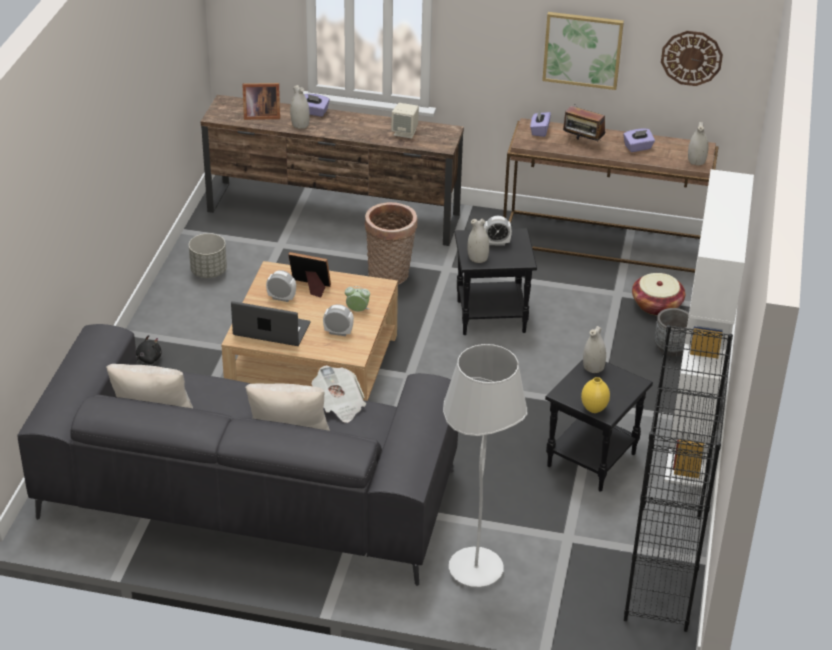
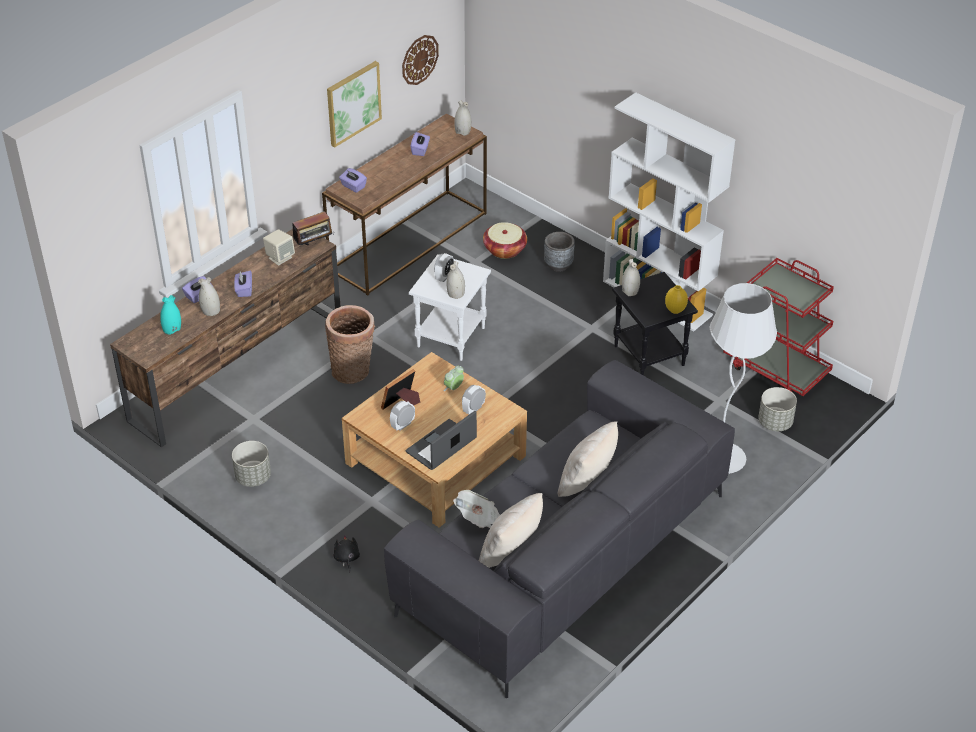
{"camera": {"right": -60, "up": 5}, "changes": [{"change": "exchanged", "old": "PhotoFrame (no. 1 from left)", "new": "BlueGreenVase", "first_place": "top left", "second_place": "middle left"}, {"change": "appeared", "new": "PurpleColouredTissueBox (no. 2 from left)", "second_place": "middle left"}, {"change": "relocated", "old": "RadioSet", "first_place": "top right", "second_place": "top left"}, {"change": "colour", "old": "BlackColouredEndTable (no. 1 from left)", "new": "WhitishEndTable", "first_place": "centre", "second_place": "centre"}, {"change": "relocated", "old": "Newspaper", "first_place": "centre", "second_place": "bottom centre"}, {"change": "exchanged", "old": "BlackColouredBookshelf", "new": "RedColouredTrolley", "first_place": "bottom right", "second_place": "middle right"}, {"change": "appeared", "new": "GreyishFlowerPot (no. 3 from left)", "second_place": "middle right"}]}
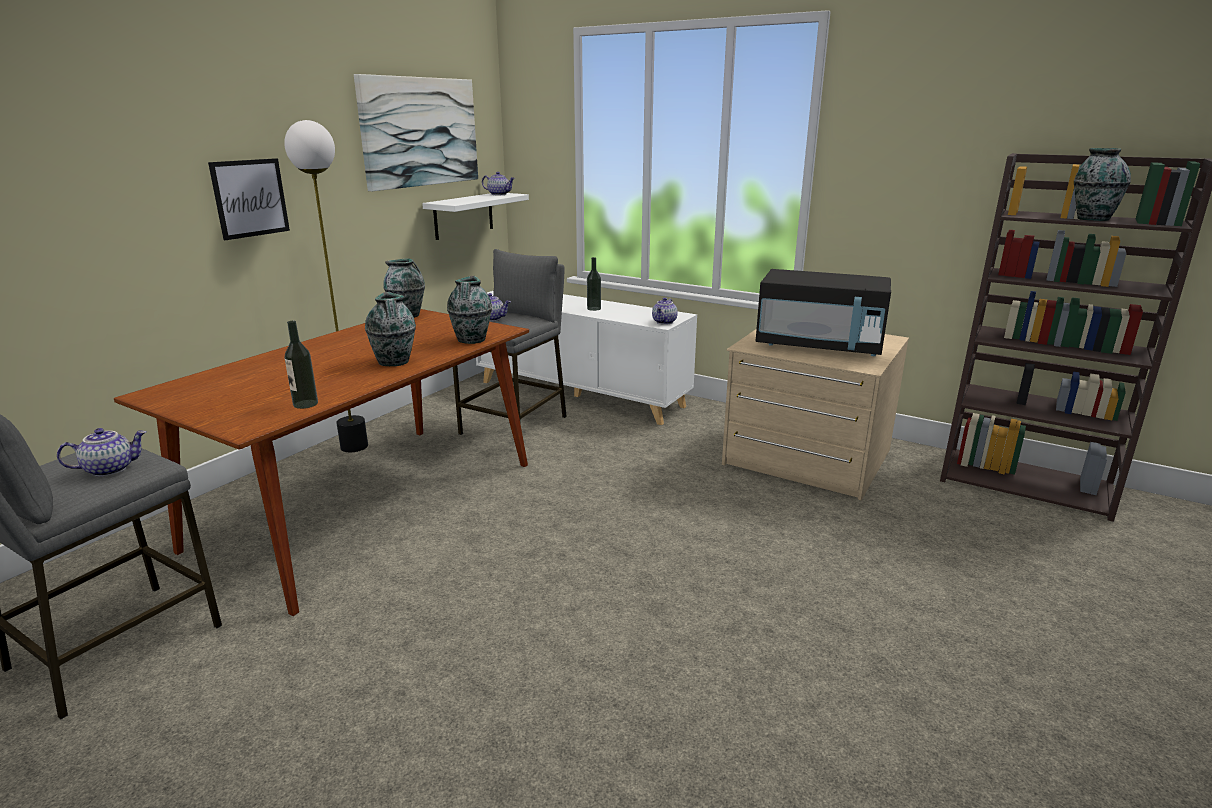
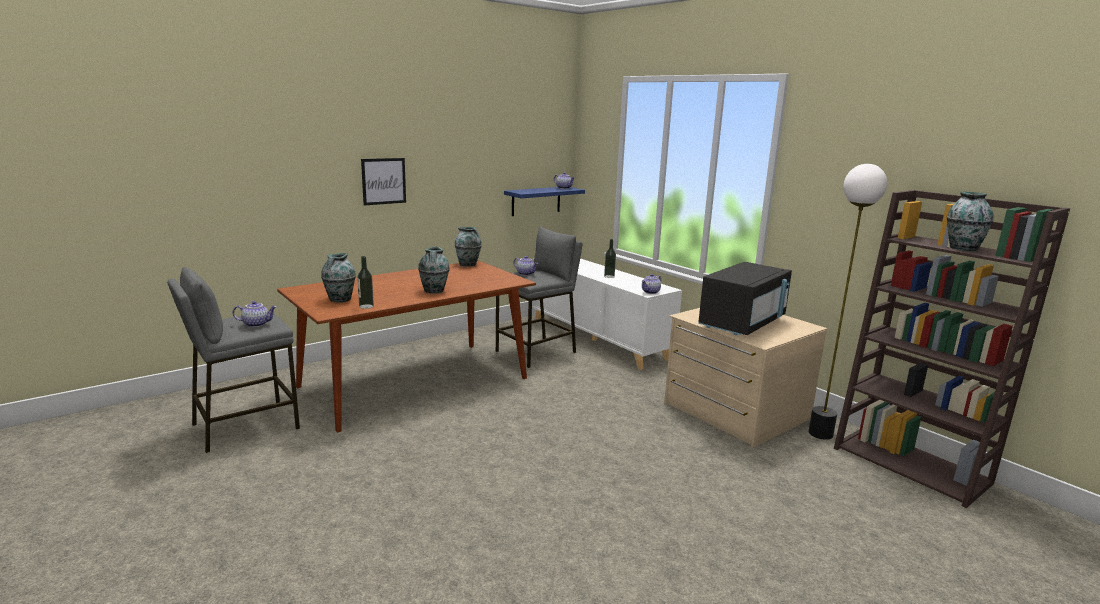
{"camera": {"right": 20, "up": -5}, "changes": [{"change": "relocated", "old": "Vase (no. 3 from left in the first image)", "new": "Vase (no. 1 from left)", "first_place": "centre", "second_place": "middle left"}, {"change": "colour", "old": "WhitishShelf", "new": "BlueShelf", "first_place": "top centre", "second_place": "top centre"}, {"change": "spun", "old": "BlackColouredKitchenMicrowave", "first_place": "middle right", "second_place": "middle right", "degrees": -90}, {"change": "relocated", "old": "FloorLamp", "first_place": "middle left", "second_place": "middle right"}, {"change": "missing", "old": "WallPicture (no. 2 from left)", "first_place": "top centre"}]}
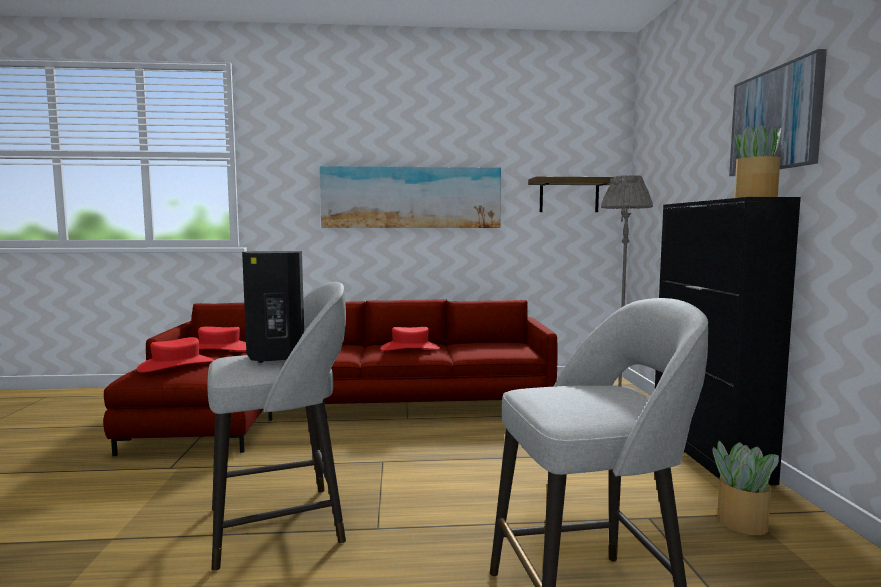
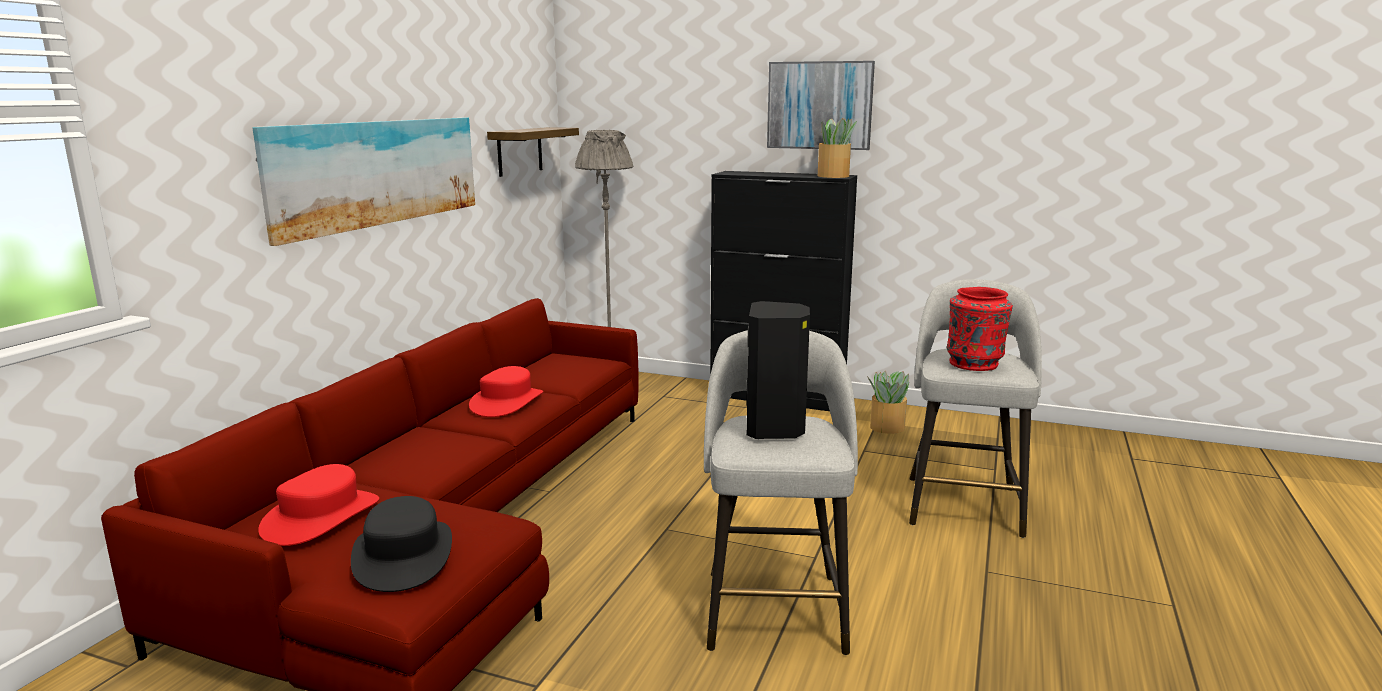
{"camera": {"right": -65, "up": 10}, "changes": [{"change": "colour", "old": "RedColouredClothingHat (no. 1 from left)", "new": "BlackColouredClothingHat", "first_place": "middle left", "second_place": "bottom left"}, {"change": "appeared", "new": "RedColouredVase", "second_place": "middle right"}]}
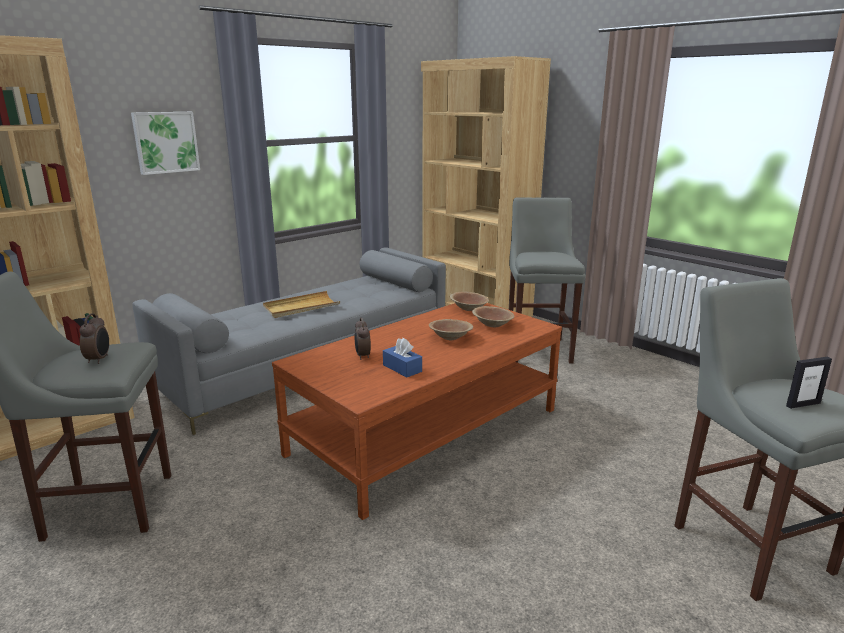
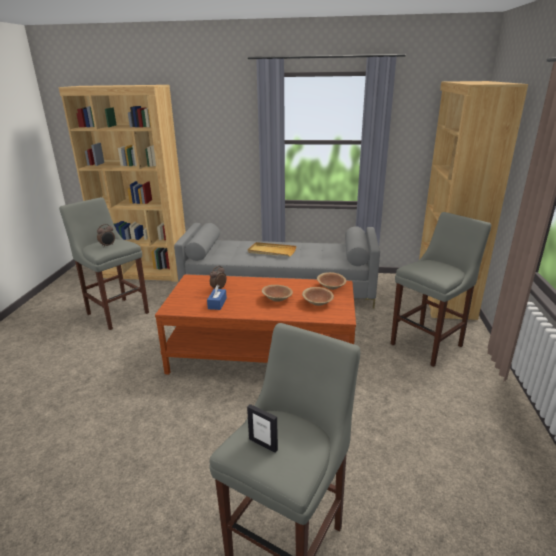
{"camera": {"right": 50, "up": 5}, "changes": [{"change": "missing", "old": "WallPicture", "first_place": "top left"}]}
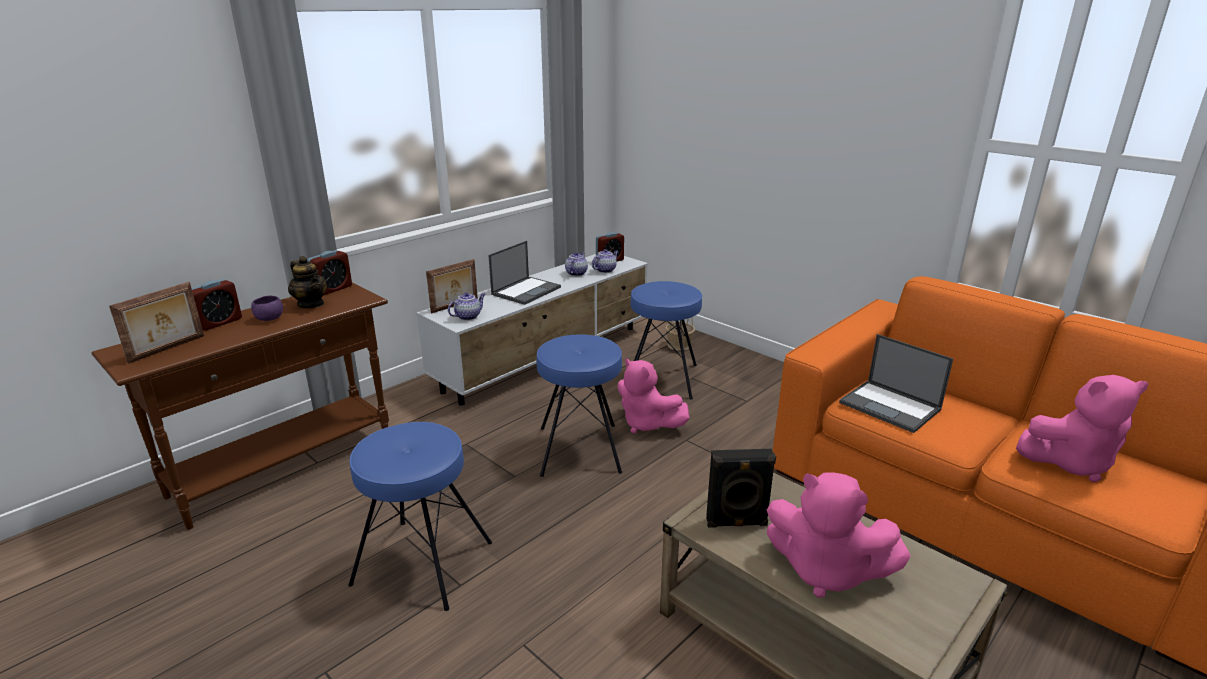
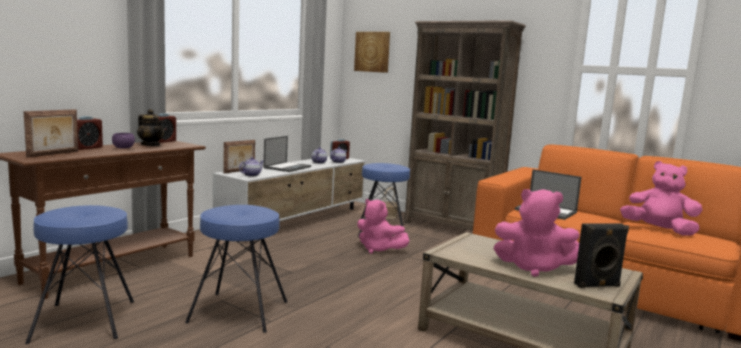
{"camera": {"right": -10, "up": -15}, "changes": [{"change": "relocated", "old": "BlueSittingStool (no. 2 from left in the first image)", "new": "BlueSittingStool (no. 1 from left)", "first_place": "centre", "second_place": "bottom left"}, {"change": "appeared", "new": "WallPicture", "second_place": "top centre"}, {"change": "appeared", "new": "BrownBookshelf", "second_place": "centre"}, {"change": "relocated", "old": "BlackColouredAudioSpeaker", "first_place": "bottom centre", "second_place": "bottom right"}, {"change": "spun", "old": "PinkColouredPlushToy (no. 3 from left)", "first_place": "middle right", "second_place": "middle right", "degrees": -135}]}
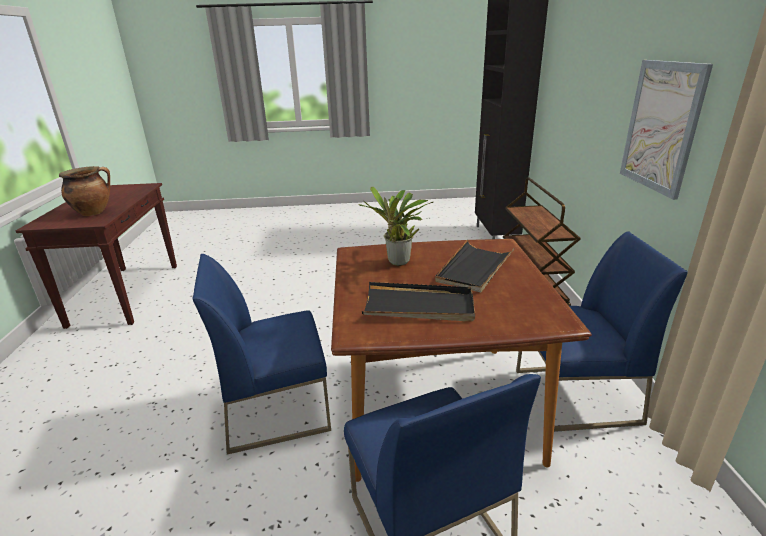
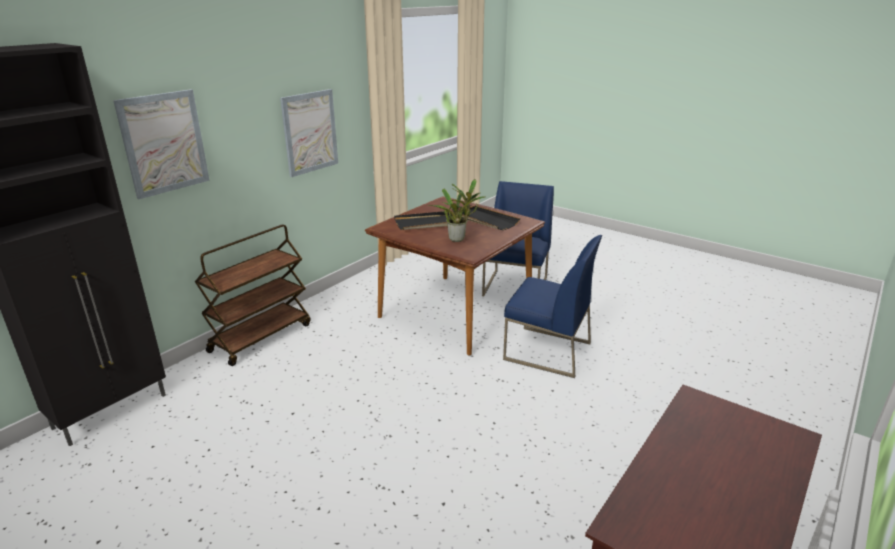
{"camera": {"right": -140, "up": 0}, "changes": [{"change": "appeared", "new": "WallPicture (no. 1 from left)", "second_place": "top left"}, {"change": "missing", "old": "Saucepot", "first_place": "middle left"}, {"change": "missing", "old": "BluePlainChair (no. 3 from left)", "first_place": "middle right"}]}
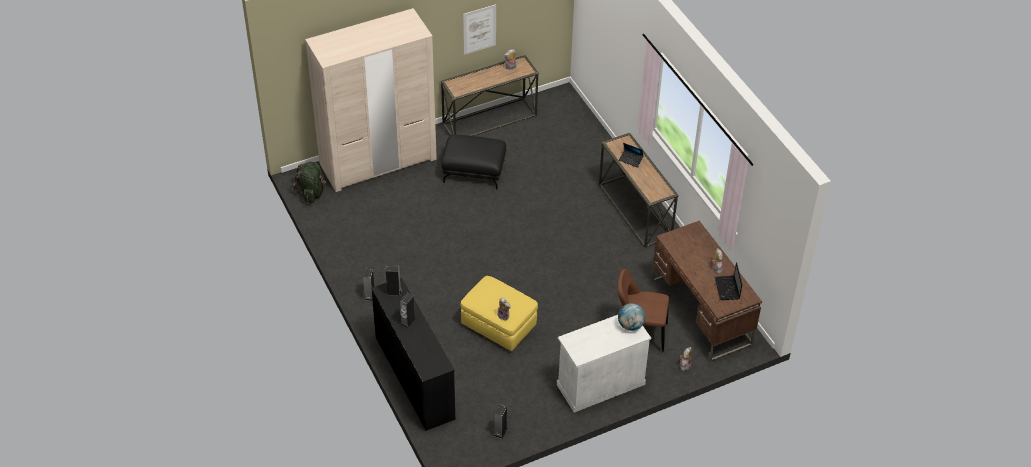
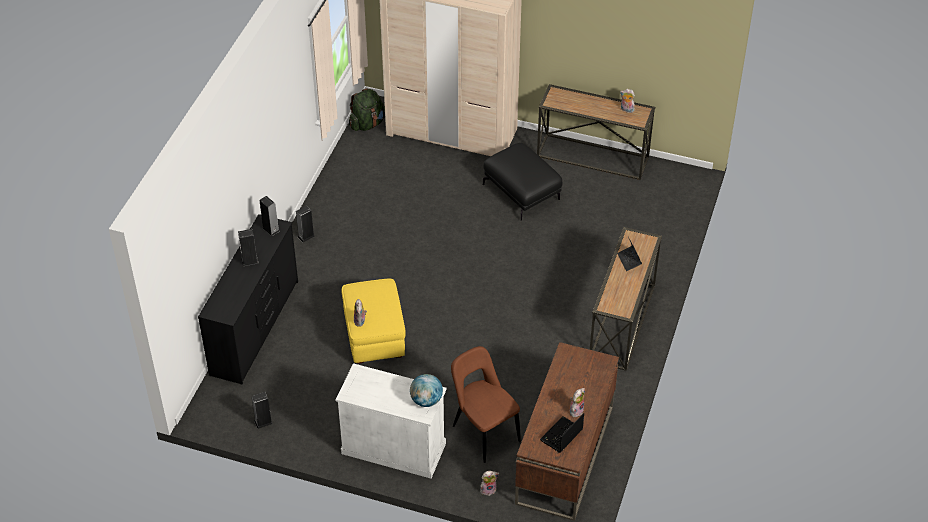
{"camera": {"right": 45, "up": 0}, "changes": [{"change": "missing", "old": "WallPicture", "first_place": "top centre"}]}
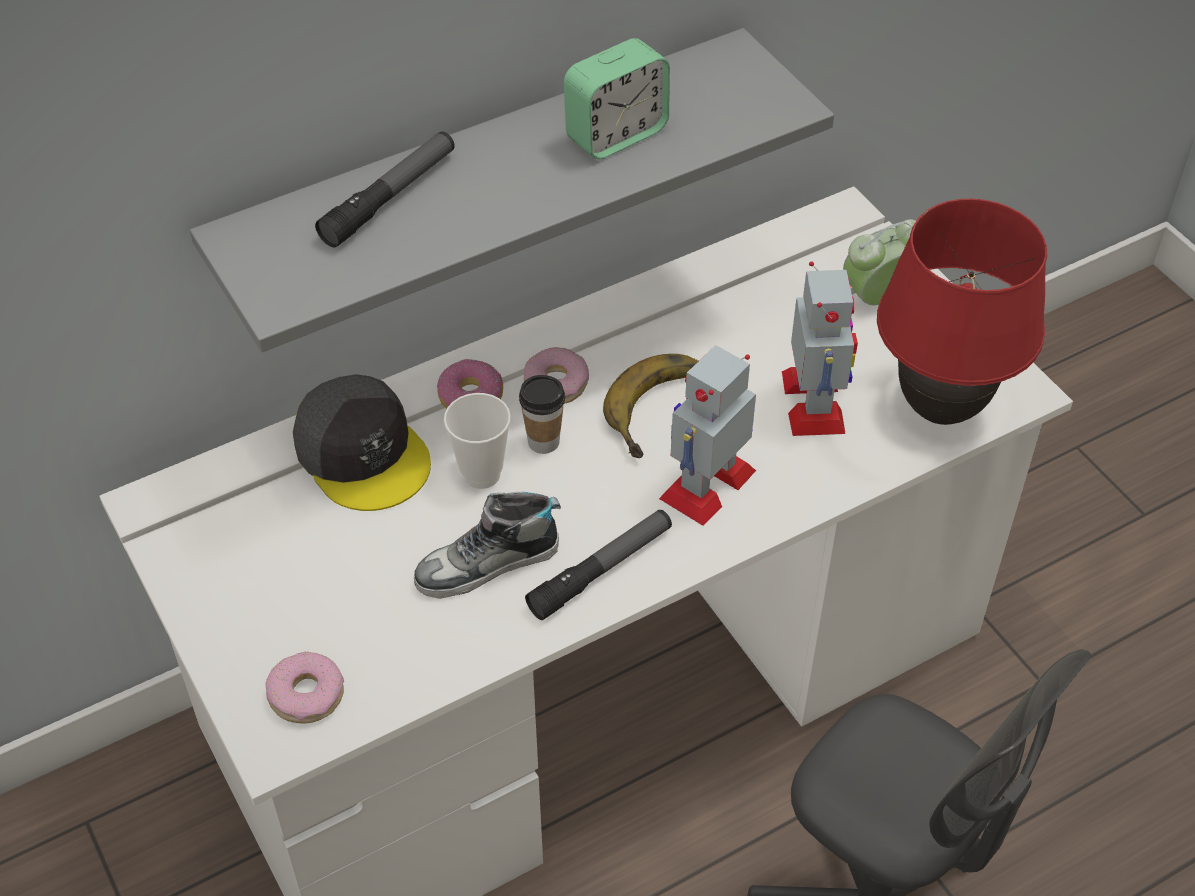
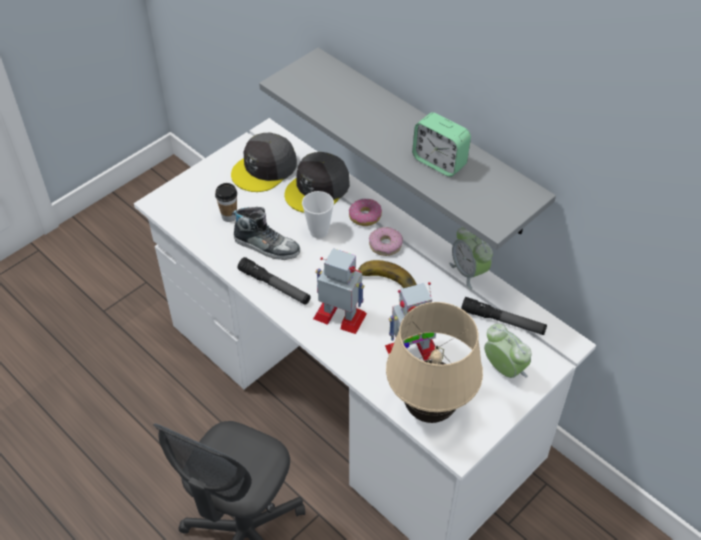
{"camera": {"right": 75, "up": 0}, "changes": [{"change": "relocated", "old": "Cup (no. 2 from left in the first image)", "new": "Cup (no. 1 from left)", "first_place": "centre", "second_place": "middle left"}, {"change": "appeared", "new": "GreyishBaseballCap (no. 1 from left)", "second_place": "top centre"}, {"change": "spun", "old": "Shoe", "first_place": "centre", "second_place": "centre", "degrees": 150}, {"change": "colour", "old": "RedColouredTabletopLamp", "new": "BeigeColouredTabletopLamp", "first_place": "middle right", "second_place": "bottom centre"}, {"change": "appeared", "new": "AlarmClock (no. 2 from left)", "second_place": "middle right"}, {"change": "relocated", "old": "Flashlight (no. 1 from left in the first image)", "new": "Flashlight (no. 2 from left)", "first_place": "top left", "second_place": "middle right"}, {"change": "missing", "old": "RingDoughnut (no. 1 from left)", "first_place": "bottom left"}]}
